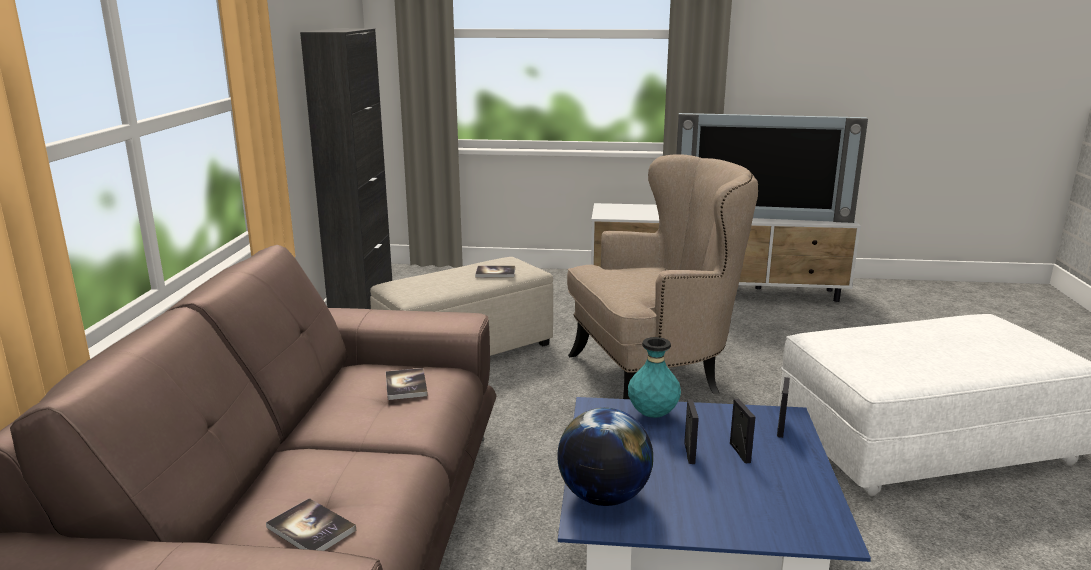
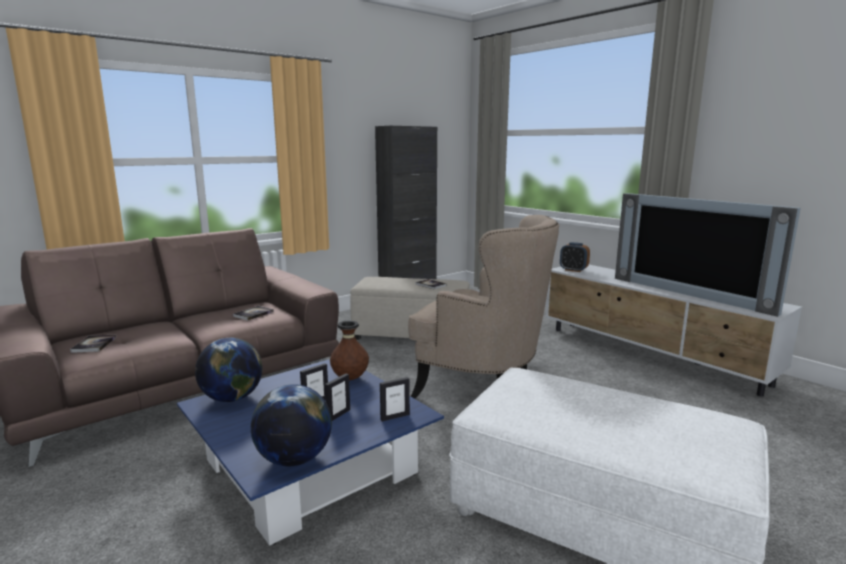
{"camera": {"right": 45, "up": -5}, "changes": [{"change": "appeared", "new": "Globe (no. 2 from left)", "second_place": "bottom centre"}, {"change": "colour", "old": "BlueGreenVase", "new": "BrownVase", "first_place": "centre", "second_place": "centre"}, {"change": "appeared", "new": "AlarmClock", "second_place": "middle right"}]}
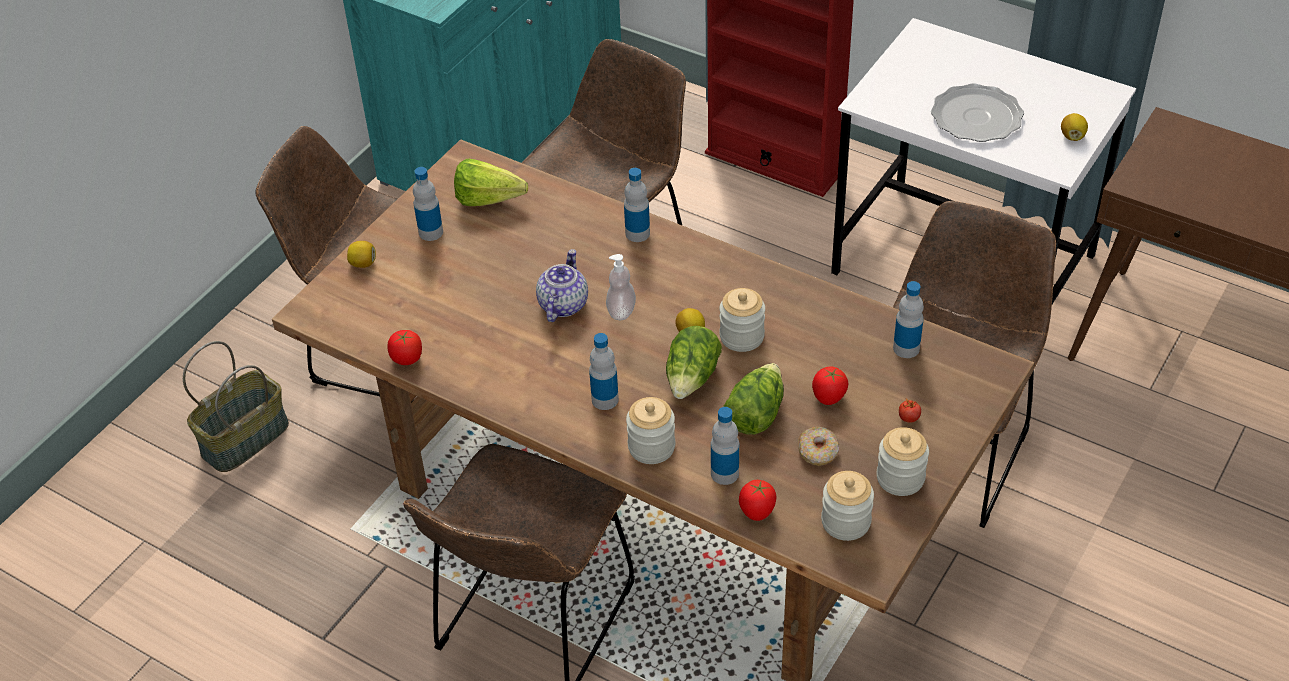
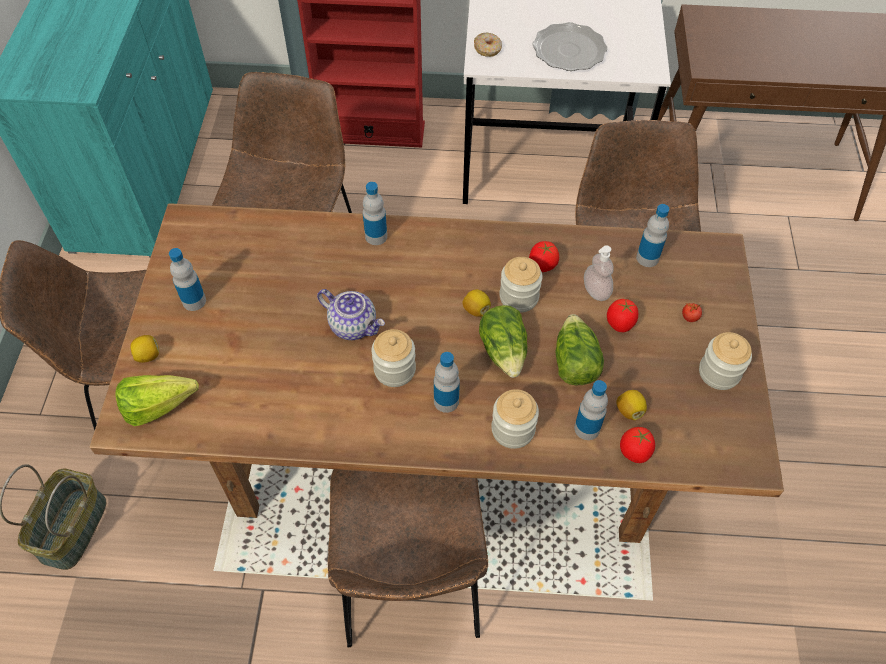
{"camera": {"right": -30, "up": 10}, "changes": [{"change": "relocated", "old": "LettuceHead (no. 1 from left)", "first_place": "top centre", "second_place": "middle left"}, {"change": "spun", "old": "PotForTea", "first_place": "centre", "second_place": "centre", "degrees": 135}, {"change": "relocated", "old": "StorageJar (no. 3 from left in the first image)", "new": "StorageJar (no. 1 from left)", "first_place": "bottom centre", "second_place": "centre"}, {"change": "relocated", "old": "RingDoughnut", "first_place": "centre", "second_place": "top centre"}, {"change": "relocated", "old": "FreshTomato (no. 1 from left)", "first_place": "middle left", "second_place": "centre"}, {"change": "relocated", "old": "LiquidSoapBottle", "first_place": "centre", "second_place": "middle right"}, {"change": "relocated", "old": "Lemon (no. 3 from left)", "first_place": "top right", "second_place": "middle right"}]}
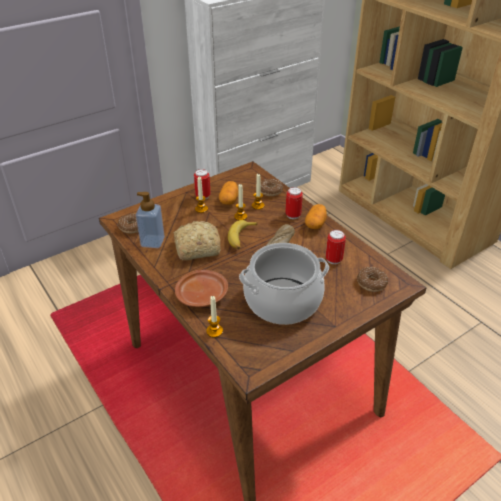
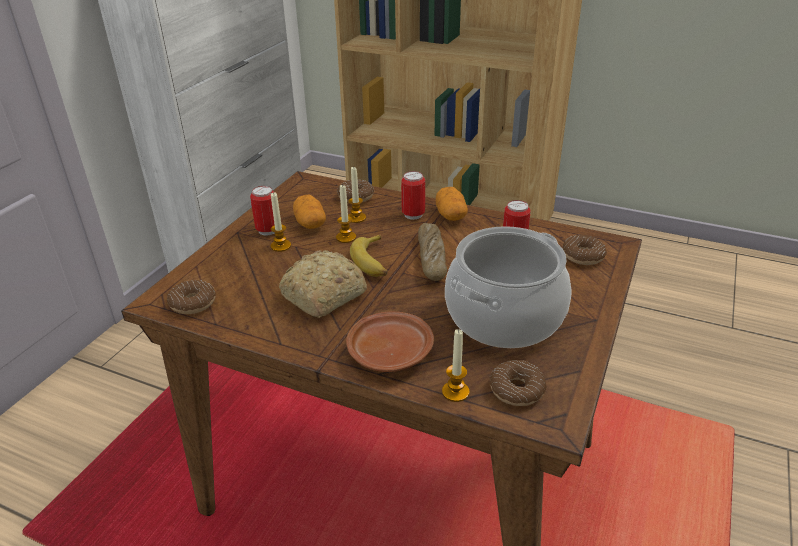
{"camera": {"right": -30, "up": -5}, "changes": [{"change": "appeared", "new": "RingDoughnut (no. 3 from left)", "second_place": "bottom centre"}, {"change": "missing", "old": "LiquidSoapBottle", "first_place": "middle left"}]}
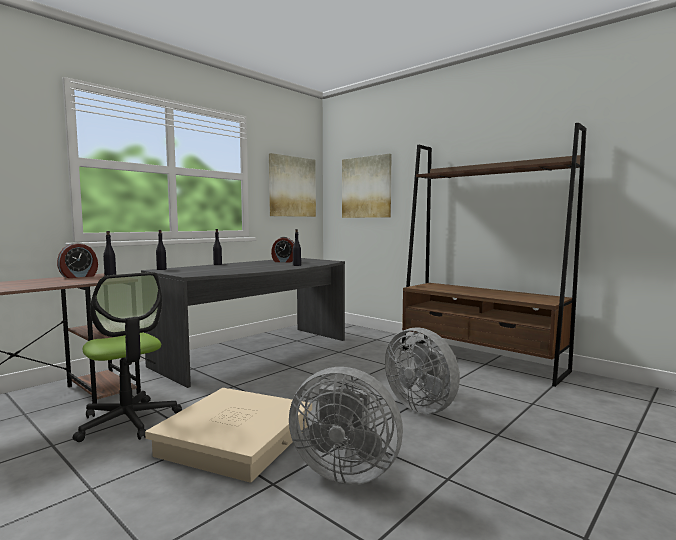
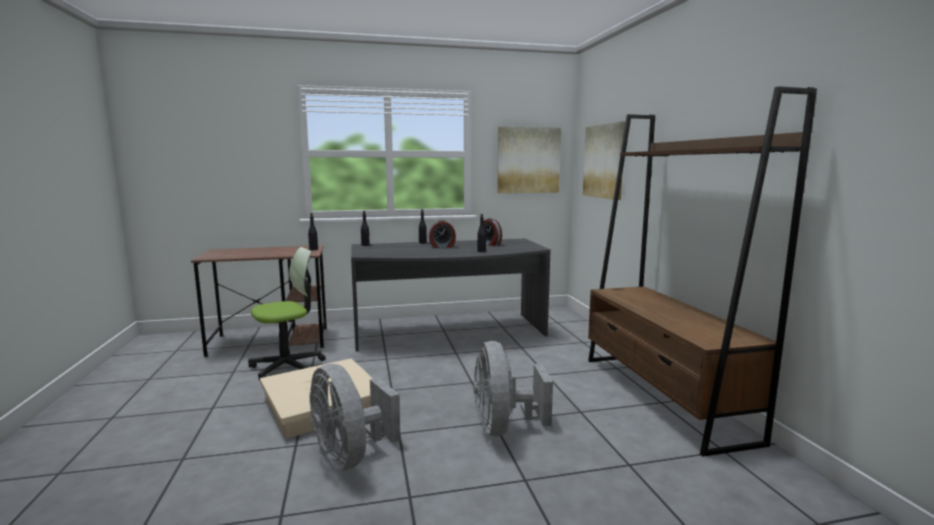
{"camera": {"right": 35, "up": 5}, "changes": [{"change": "spun", "old": "OfficeChair", "first_place": "middle left", "second_place": "middle left", "degrees": -120}, {"change": "relocated", "old": "AlarmClock (no. 1 from left)", "first_place": "middle left", "second_place": "centre"}]}
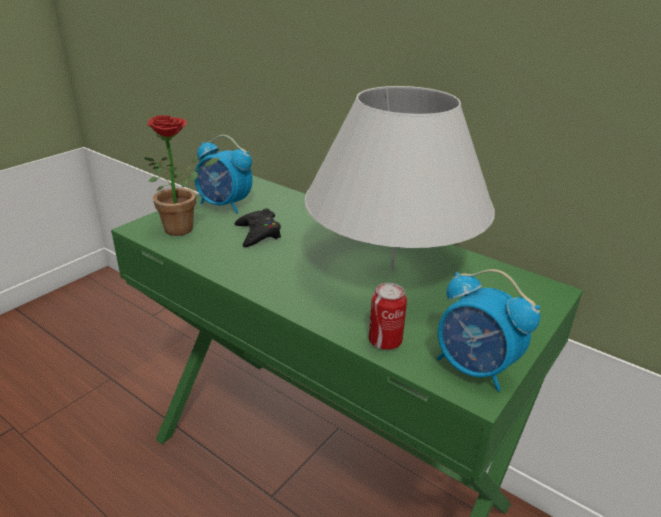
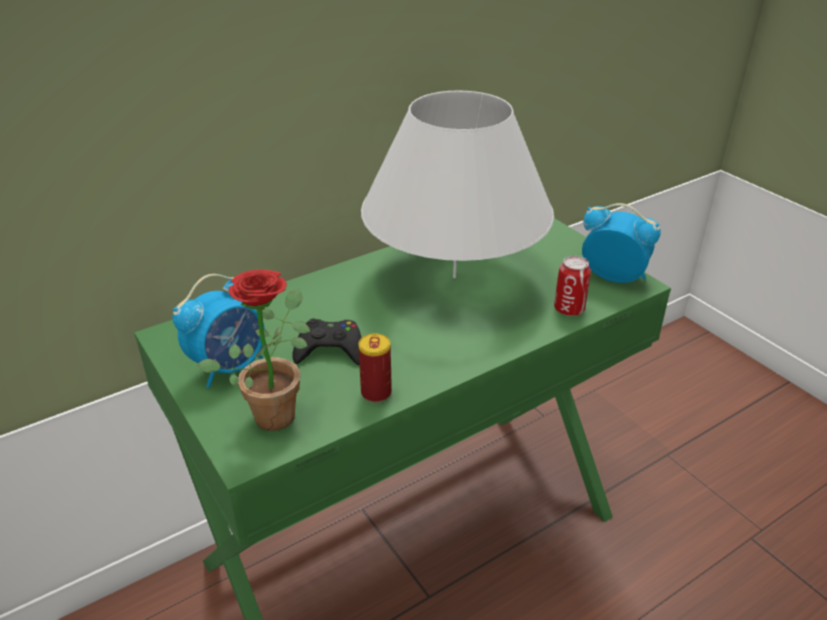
{"camera": {"right": -70, "up": 5}, "changes": [{"change": "appeared", "new": "Can (no. 1 from left)", "second_place": "centre"}, {"change": "spun", "old": "AlarmClock (no. 2 from left)", "first_place": "middle right", "second_place": "middle right", "degrees": -120}]}
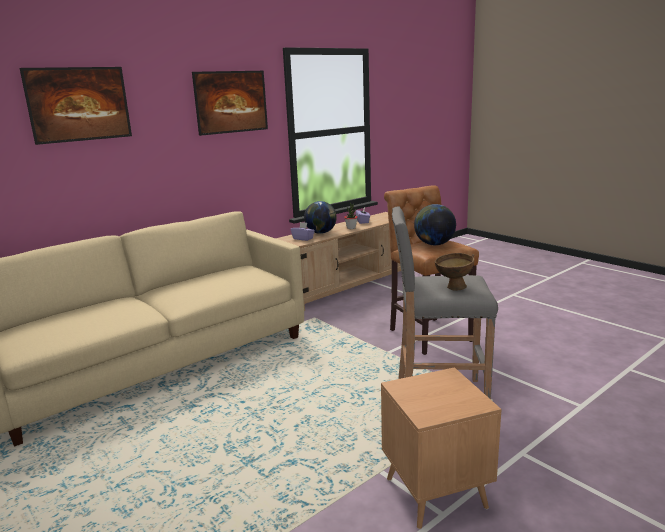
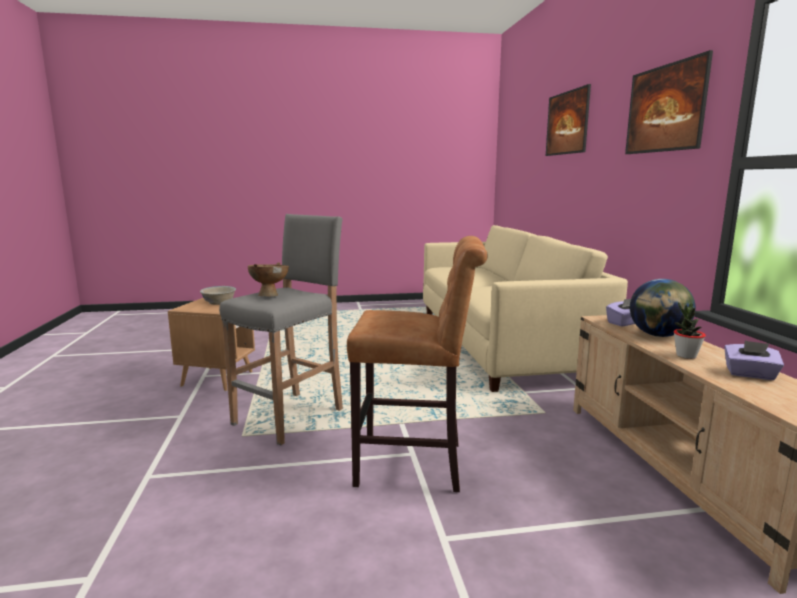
{"camera": {"right": 120, "up": -5}, "changes": [{"change": "appeared", "new": "WhitishBowl", "second_place": "middle left"}, {"change": "missing", "old": "Globe (no. 2 from left)", "first_place": "centre"}]}
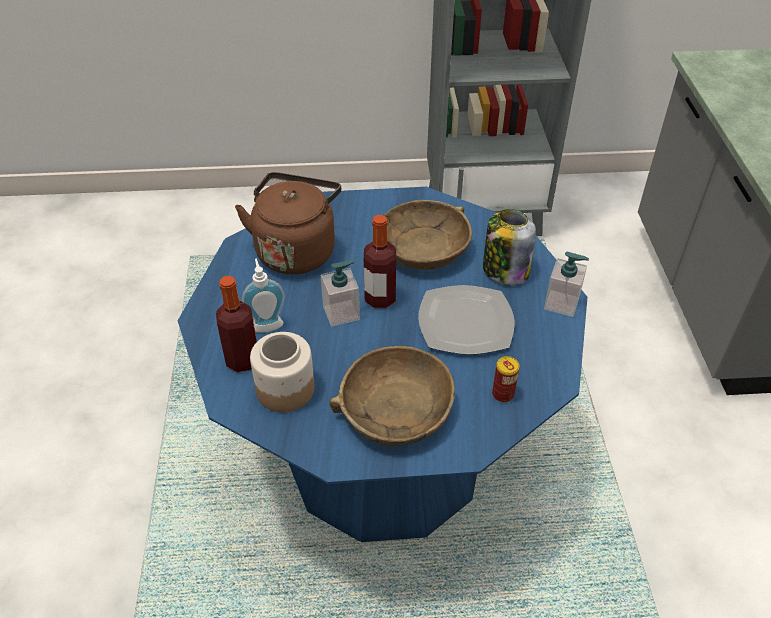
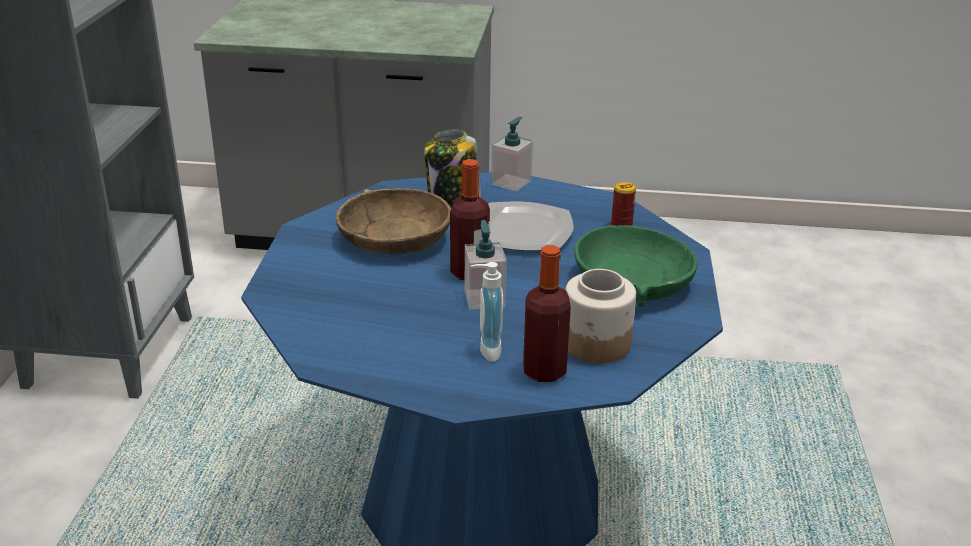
{"camera": {"right": -80, "up": -15}, "changes": [{"change": "colour", "old": "BrownBowl (no. 1 from left)", "new": "GreenColouredBowl", "first_place": "centre", "second_place": "centre"}, {"change": "missing", "old": "BrownWaterKettle", "first_place": "centre"}]}
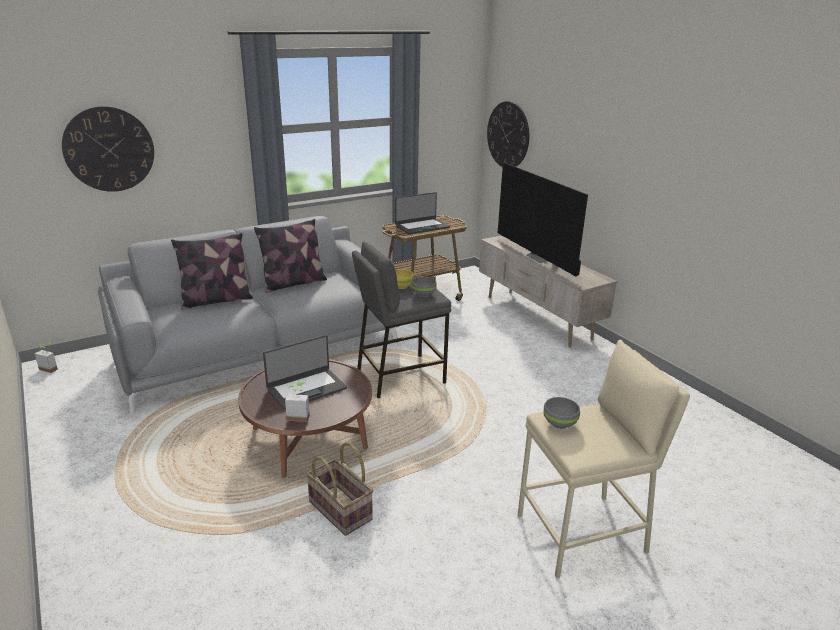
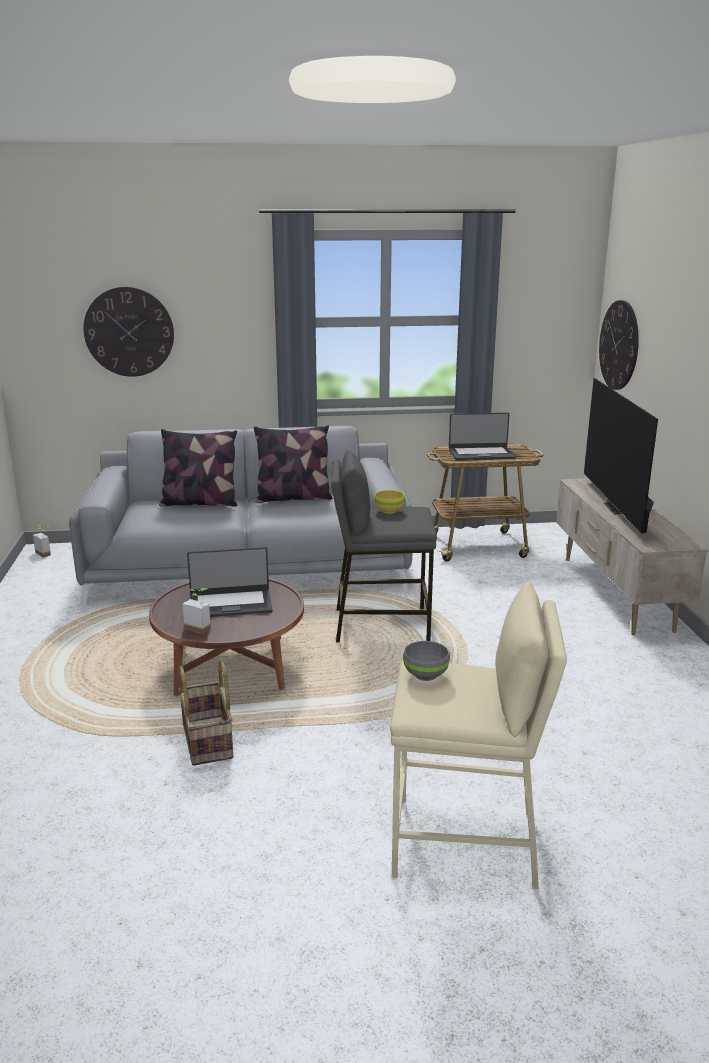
{"camera": {"right": 25, "up": -5}, "changes": [{"change": "missing", "old": "GreyishBowl (no. 1 from left)", "first_place": "centre"}]}
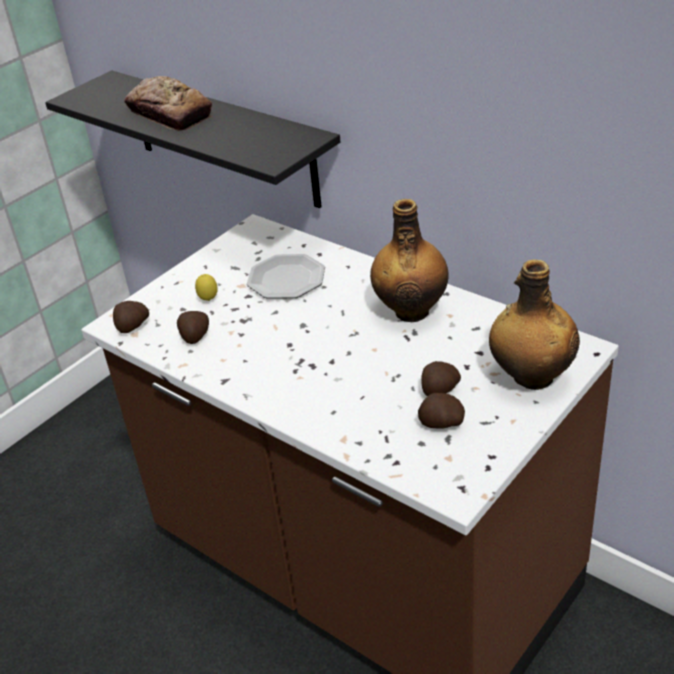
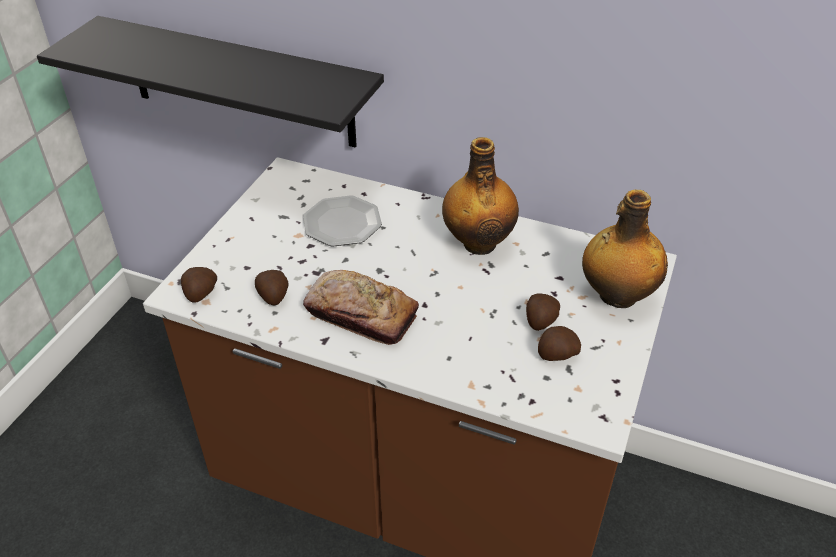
{"camera": {"right": -20, "up": 5}, "changes": [{"change": "relocated", "old": "BakedBread", "first_place": "top left", "second_place": "centre"}, {"change": "missing", "old": "Lemon", "first_place": "middle left"}]}
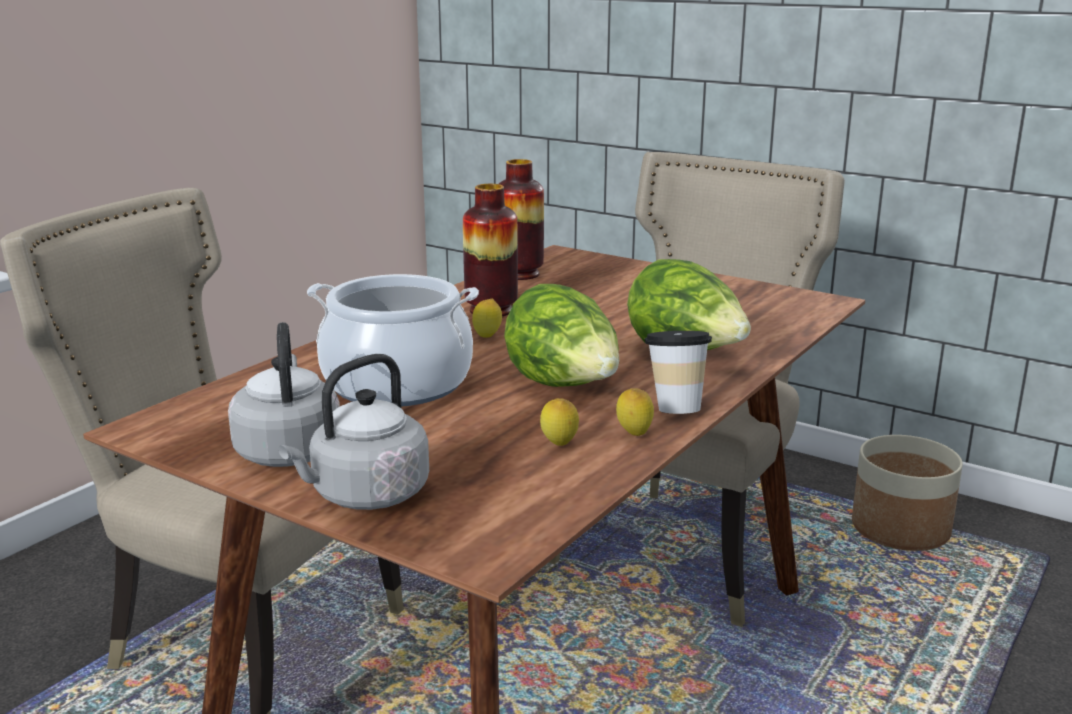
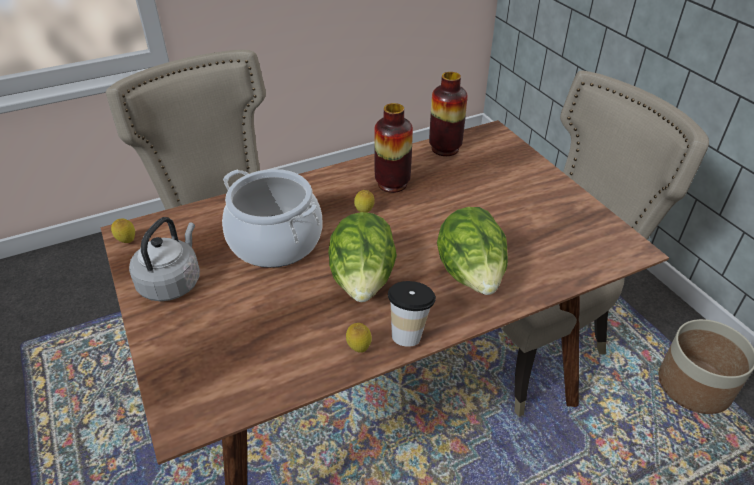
{"camera": {"right": 30, "up": 20}, "changes": [{"change": "relocated", "old": "Lemon (no. 2 from left in the first image)", "new": "Lemon (no. 1 from left)", "first_place": "centre", "second_place": "middle left"}, {"change": "missing", "old": "GreyishWaterKettle (no. 2 from left)", "first_place": "middle left"}]}
